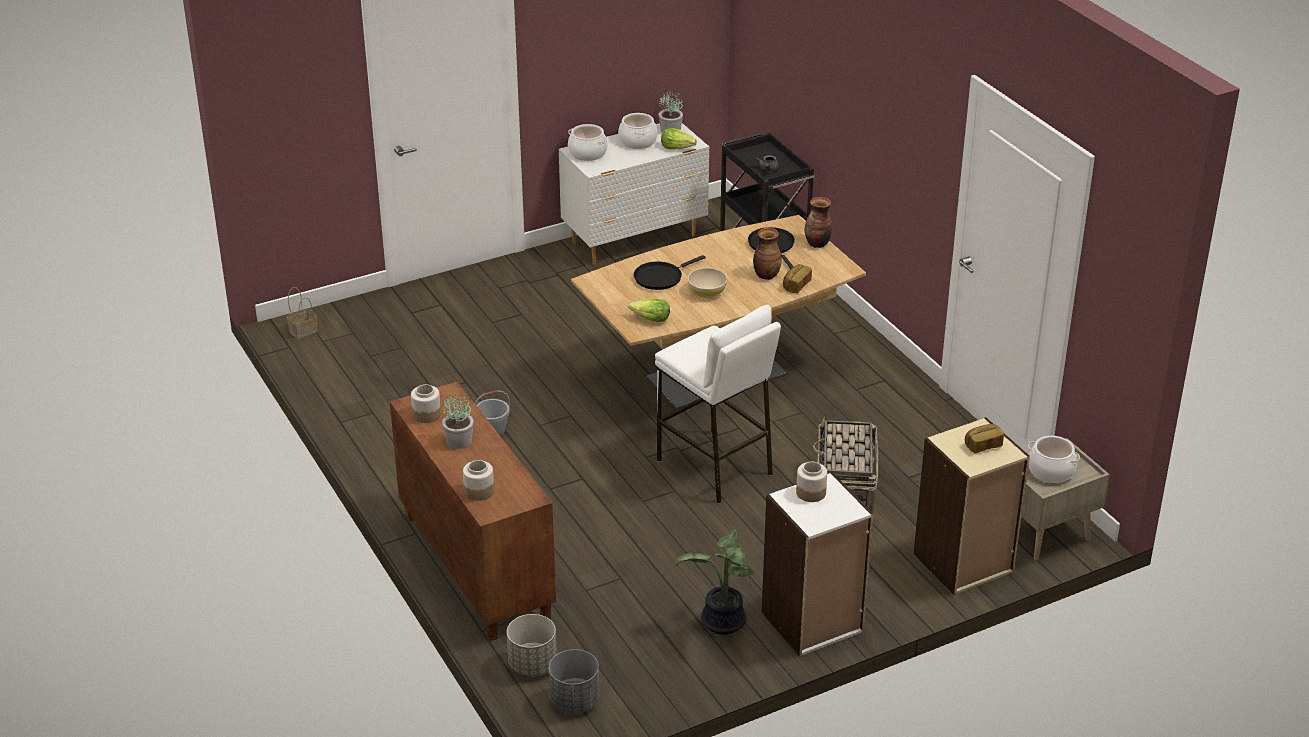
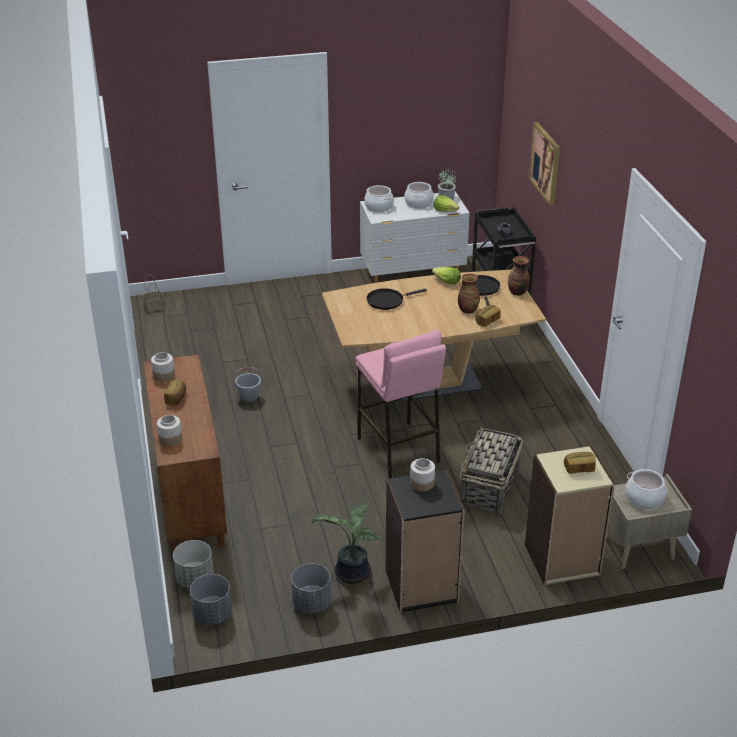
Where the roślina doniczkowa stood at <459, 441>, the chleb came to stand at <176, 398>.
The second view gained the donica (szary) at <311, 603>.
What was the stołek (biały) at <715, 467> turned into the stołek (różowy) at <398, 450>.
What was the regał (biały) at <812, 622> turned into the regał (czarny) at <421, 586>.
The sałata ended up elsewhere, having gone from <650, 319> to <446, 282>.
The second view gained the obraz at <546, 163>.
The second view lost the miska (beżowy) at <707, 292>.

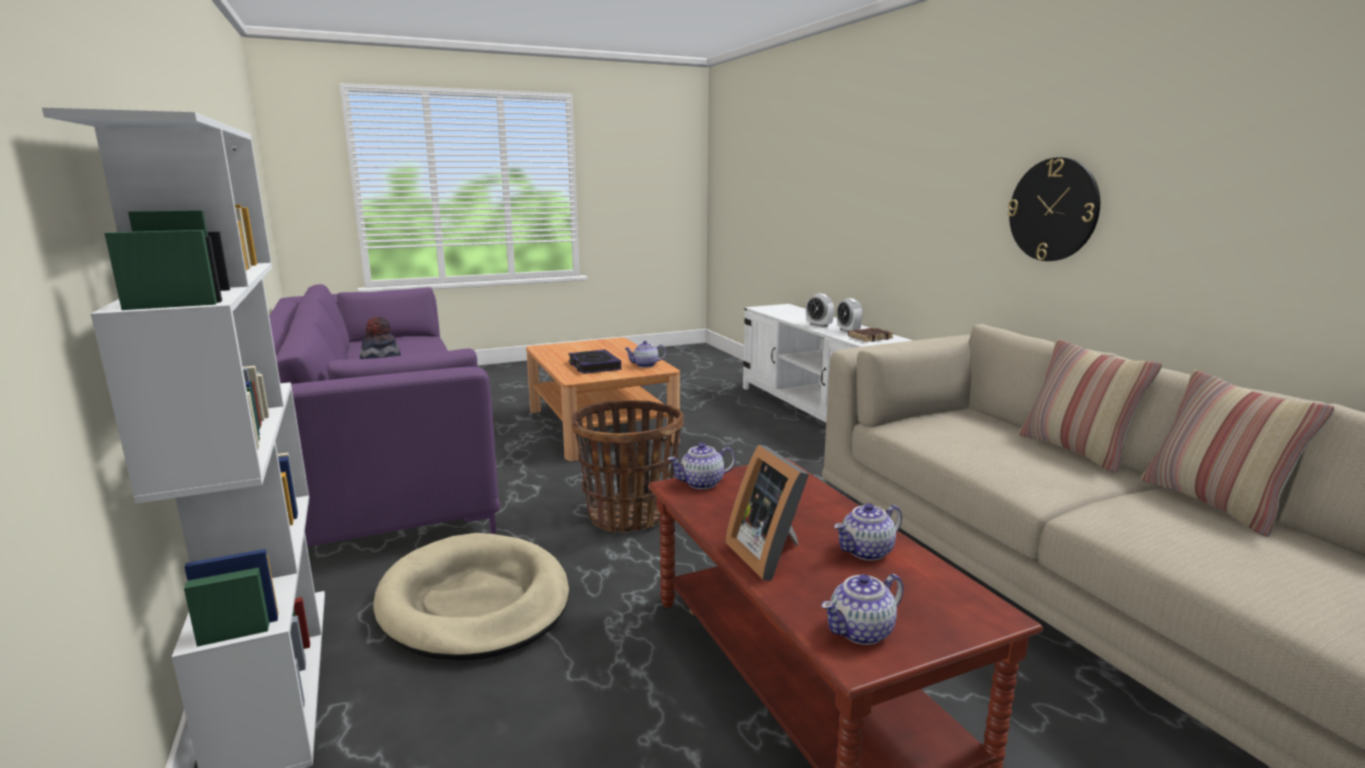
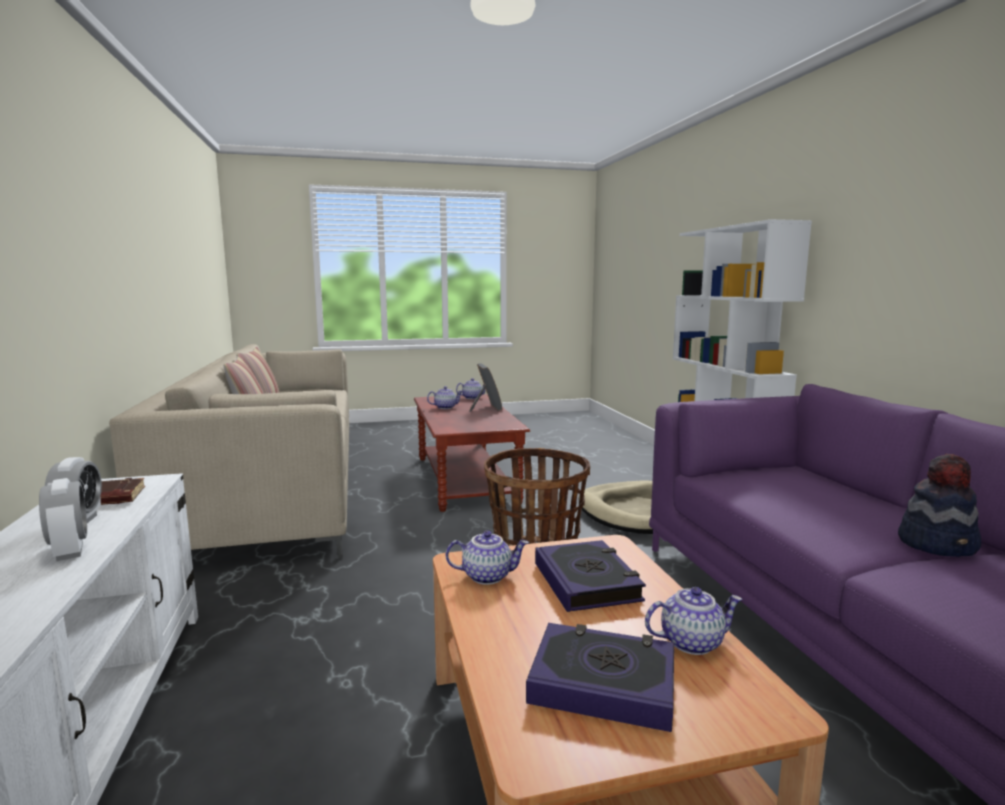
The second view gained the książka at <603, 683>.
The imbryk ended up elsewhere, having gone from <701, 483> to <691, 642>.
The second view lost the zegar ścienny at <1053, 210>.

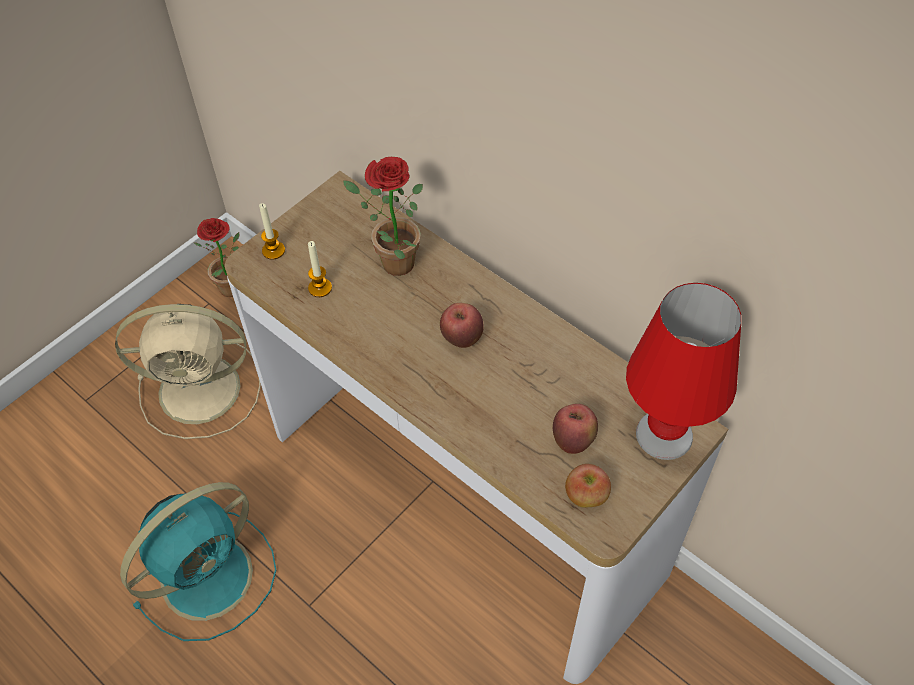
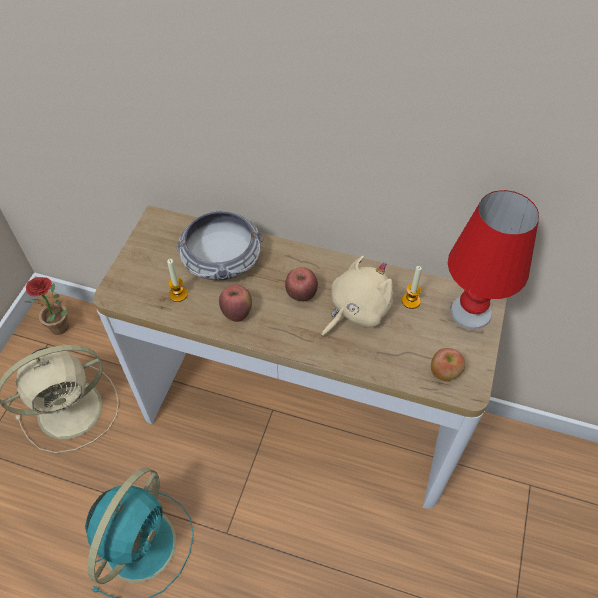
Where the roślina doniczkowa stood at <391, 262>, the miska came to stand at <221, 258>.
The jabłko ended up elsewhere, having gone from <573, 440> to <237, 313>.
The second view gained the pluszak (beżowy) at <356, 310>.
The świeca ended up elsewhere, having gone from <273, 251> to <411, 301>.

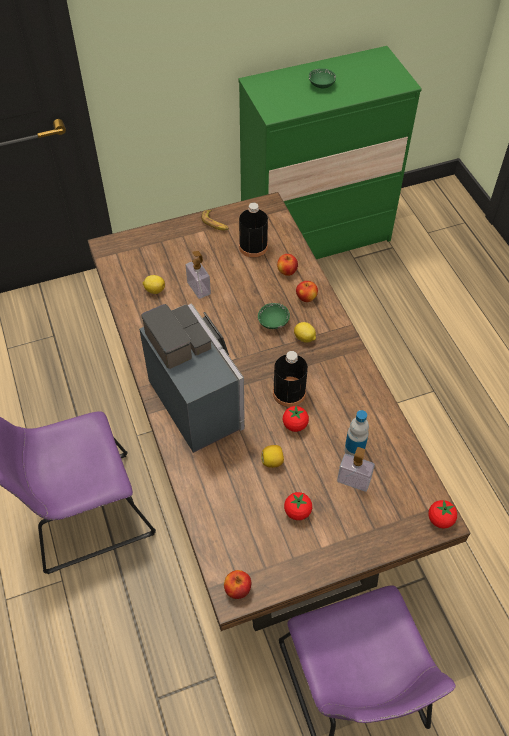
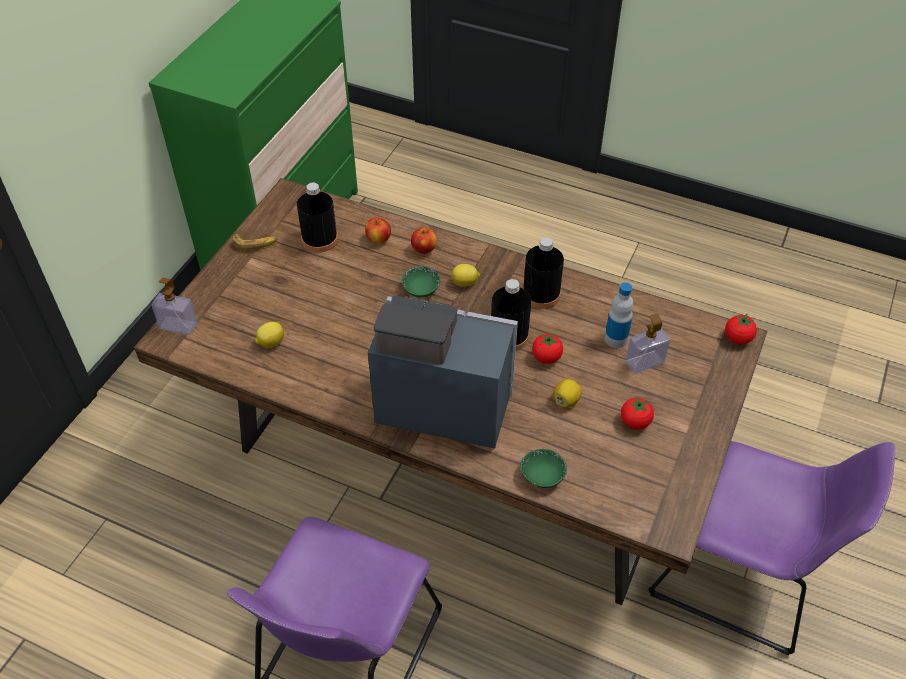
The dozownik mydła ended up elsewhere, having gone from <198, 288> to <178, 326>.
The miska (zielony) ended up elsewhere, having gone from <321, 85> to <542, 476>.
The second view gained the butelka (czarny) at <541, 294>.
The second view lost the jabłko at <237, 589>.

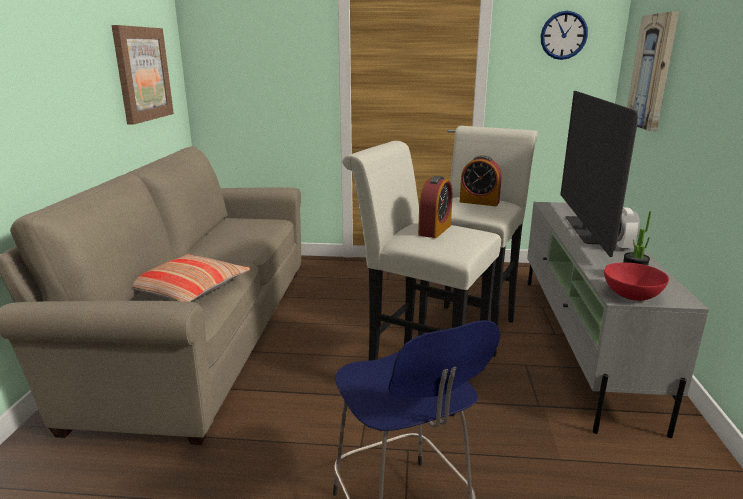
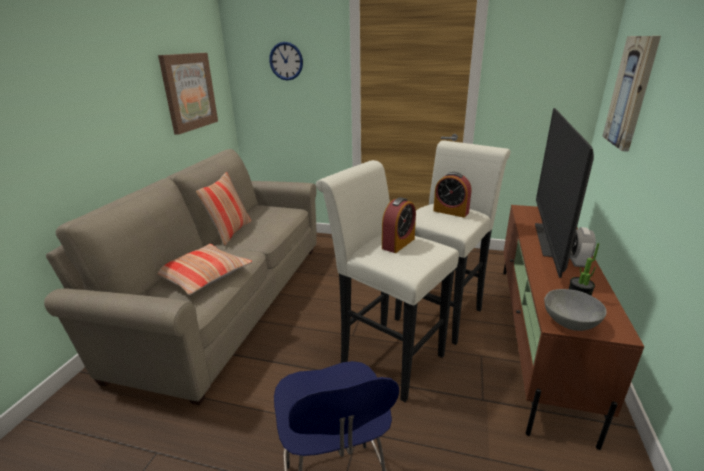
The second view gained the poduszka at <230, 232>.
The zegar ścienny ended up elsewhere, having gone from <563, 35> to <286, 61>.
What was the szafka pod telewizor (szary) at <582, 343> turned into the szafka pod telewizor (brązowy) at <538, 338>.
What was the miska (czerwony) at <631, 295> turned into the miska (szary) at <569, 322>.

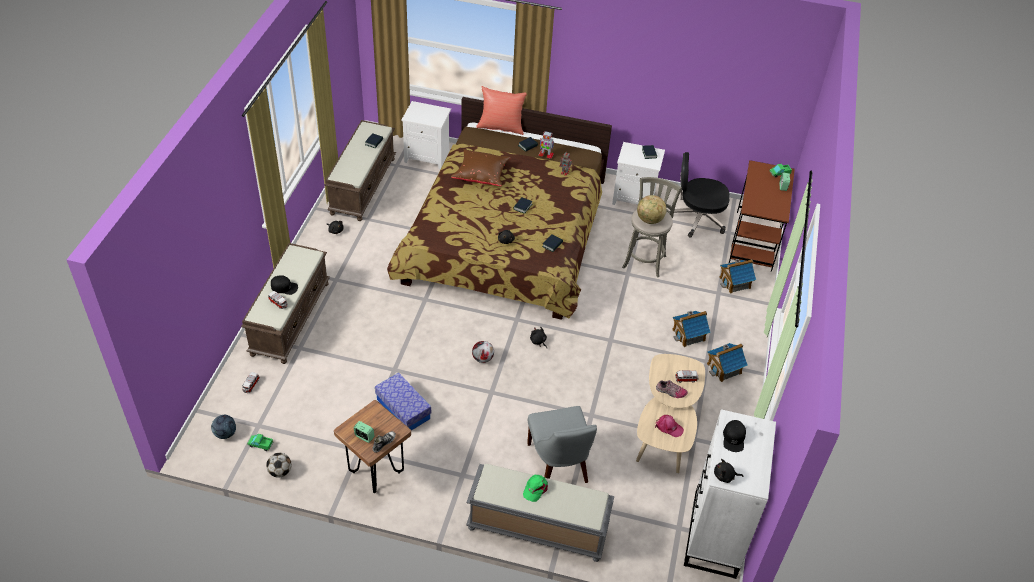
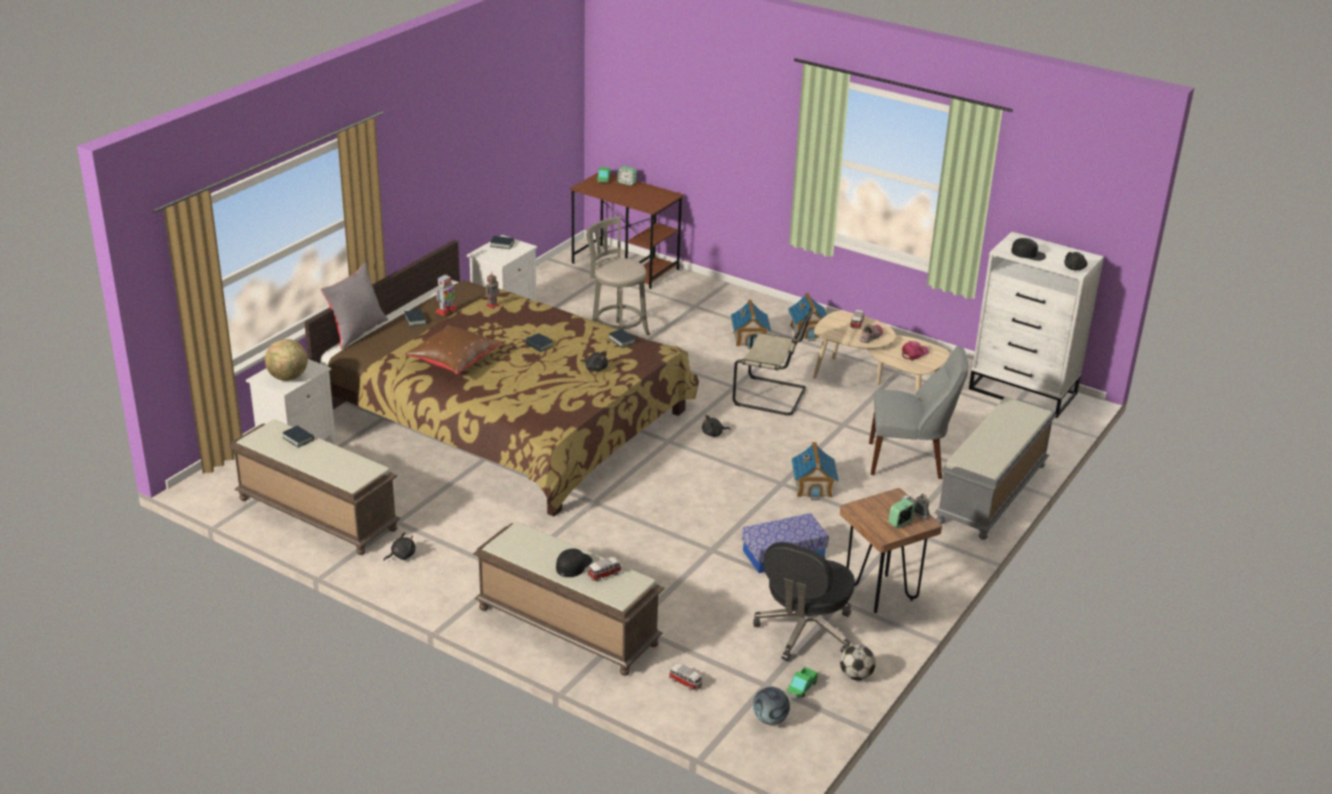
The globus ended up elsewhere, having gone from <649, 220> to <288, 377>.
What was the poduszka (czerwony) at <501, 127> turned into the poduszka (szary) at <357, 332>.
The second view gained the krzesło (beżowy) at <772, 397>.
The krzesło biurowe (czarny) ended up elsewhere, having gone from <697, 219> to <804, 631>.
The domek ended up elsewhere, having gone from <735, 282> to <813, 487>.
The second view lost the piłka futbolowa at <482, 358>.
The second view lost the czapka z daszkiem (zielony) at <535, 489>.

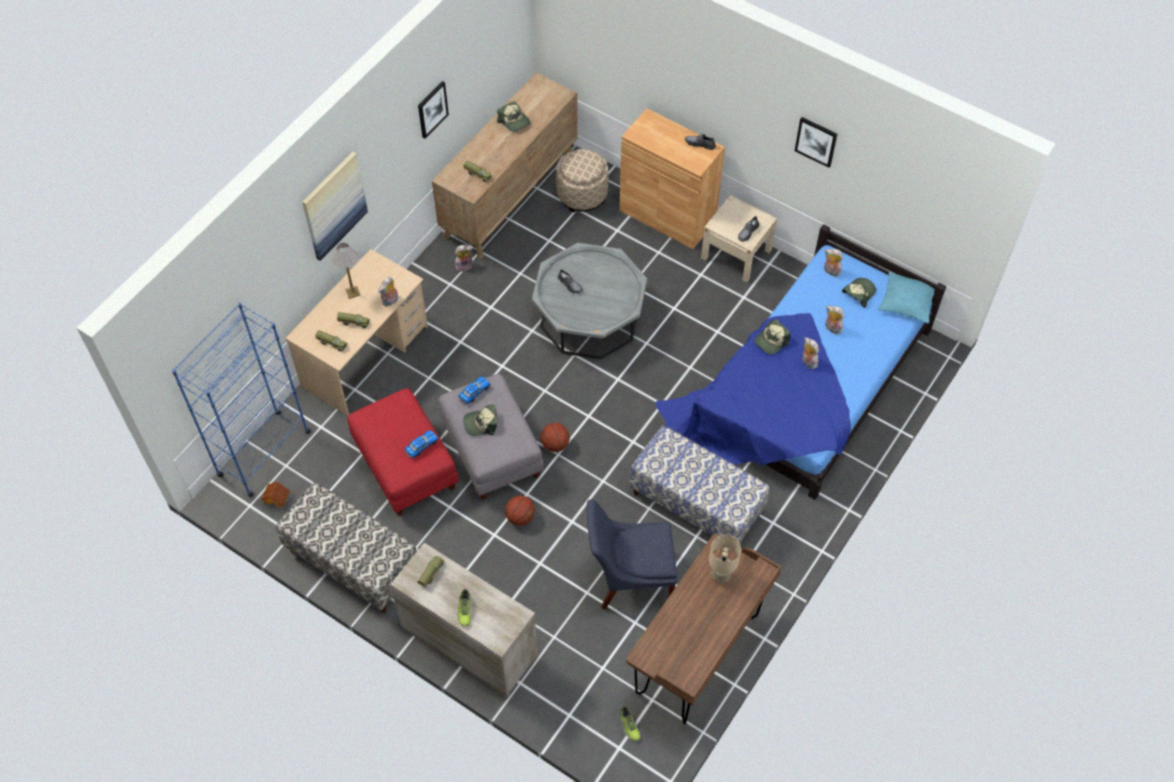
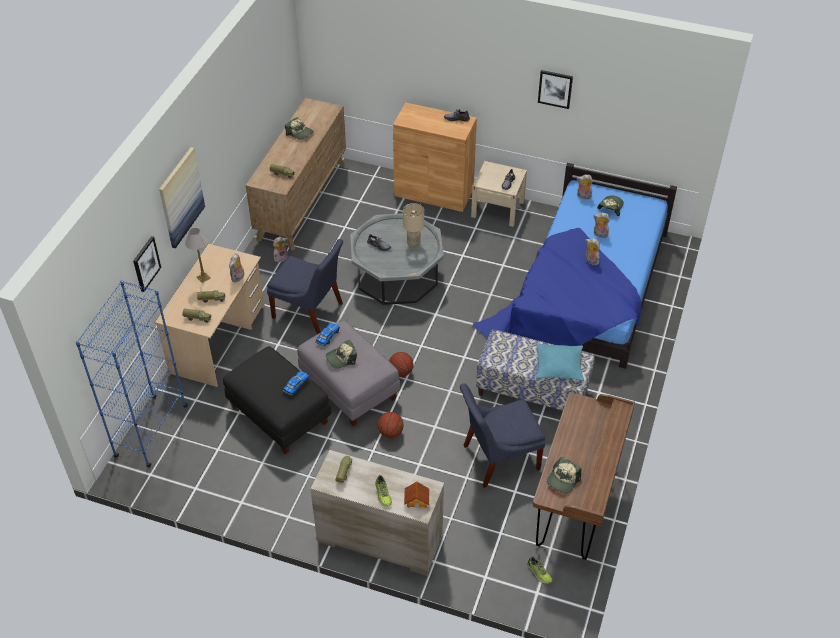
The obraz ended up elsewhere, having gone from <432, 109> to <146, 263>.
What was the pufa (czerwony) at <404, 465> turned into the pufa (czarny) at <278, 414>.
The second view gained the krzesło (niebieski) at <310, 312>.
The lampa stołowa (beżowy) ended up elsewhere, having gone from <720, 575> to <413, 243>.
The domek ended up elsewhere, having gone from <277, 498> to <417, 499>.
The poduszka (turkusowy) ended up elsewhere, having gone from <907, 302> to <559, 366>.
The czapka z daszkiem ended up elsewhere, having gone from <771, 341> to <563, 480>.
The second view lost the ławka at <352, 562>.
The second view lost the pufa (beżowy) at <582, 194>.

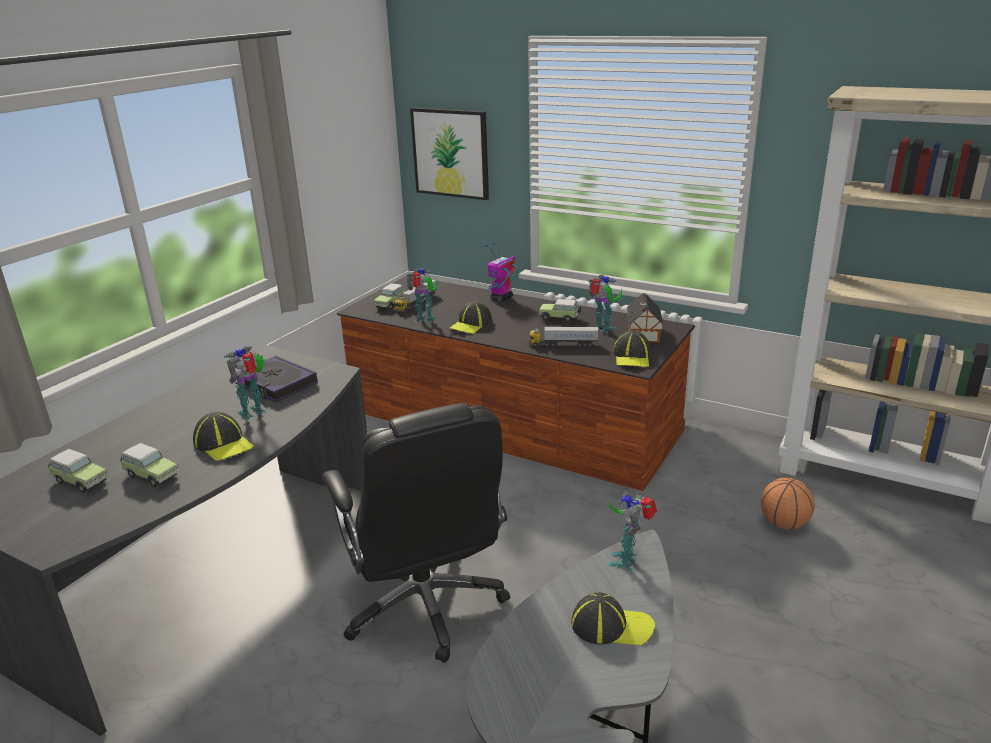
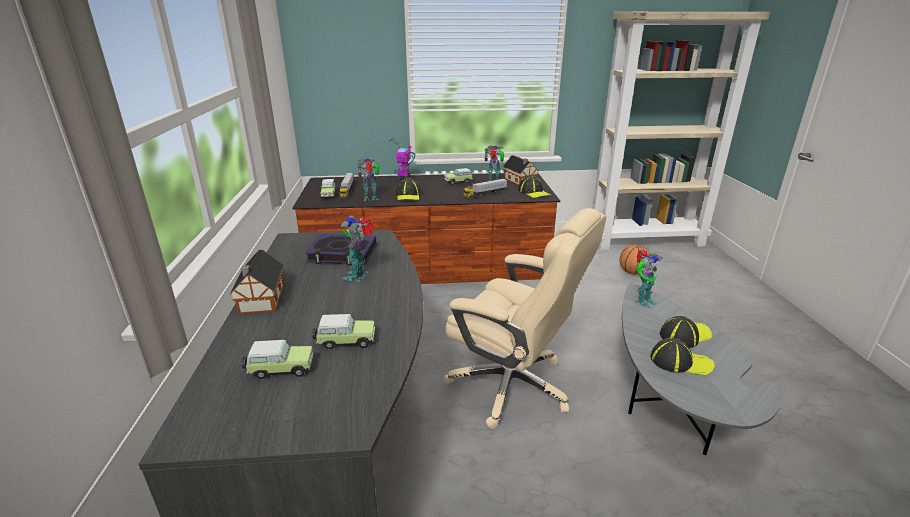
The second view gained the domek at <261, 300>.
What was the krzesło biurowe (czarny) at <425, 605> turned into the krzesło biurowe (beżowy) at <513, 385>.
The robot zabawkowy at <627, 560> ended up facing another way, 105 degrees counterclockwise from before.
The czapka z daszkiem ended up elsewhere, having gone from <223, 444> to <680, 362>.
The second view lost the obraz at <451, 153>.

